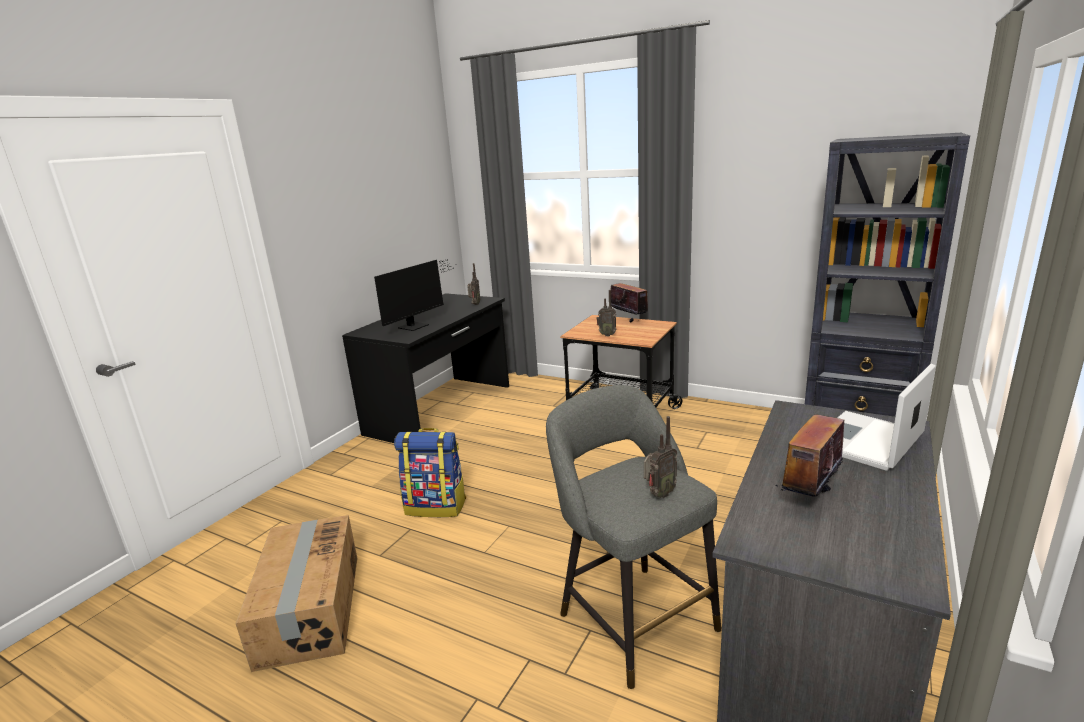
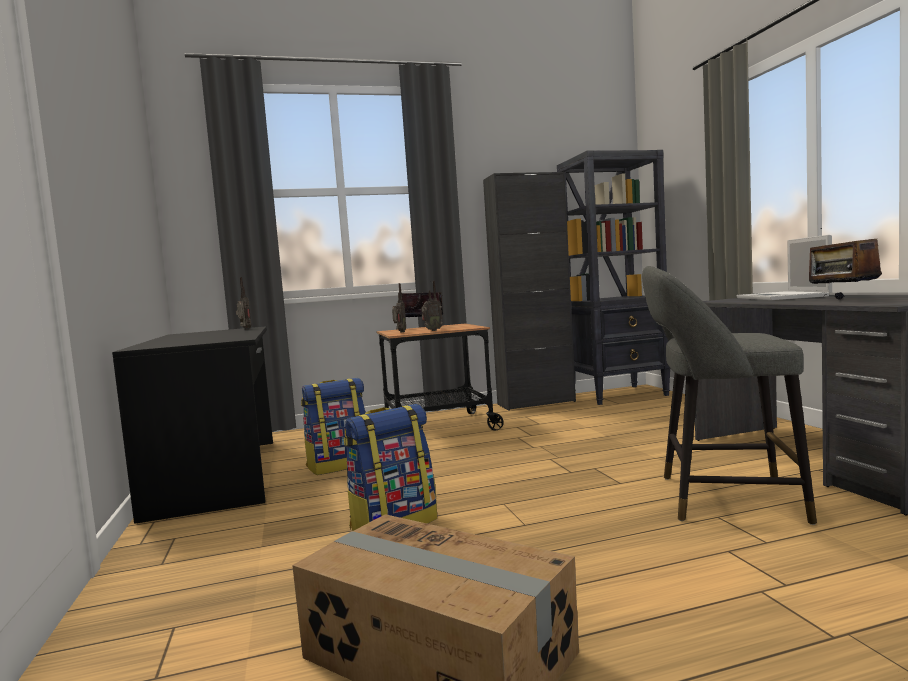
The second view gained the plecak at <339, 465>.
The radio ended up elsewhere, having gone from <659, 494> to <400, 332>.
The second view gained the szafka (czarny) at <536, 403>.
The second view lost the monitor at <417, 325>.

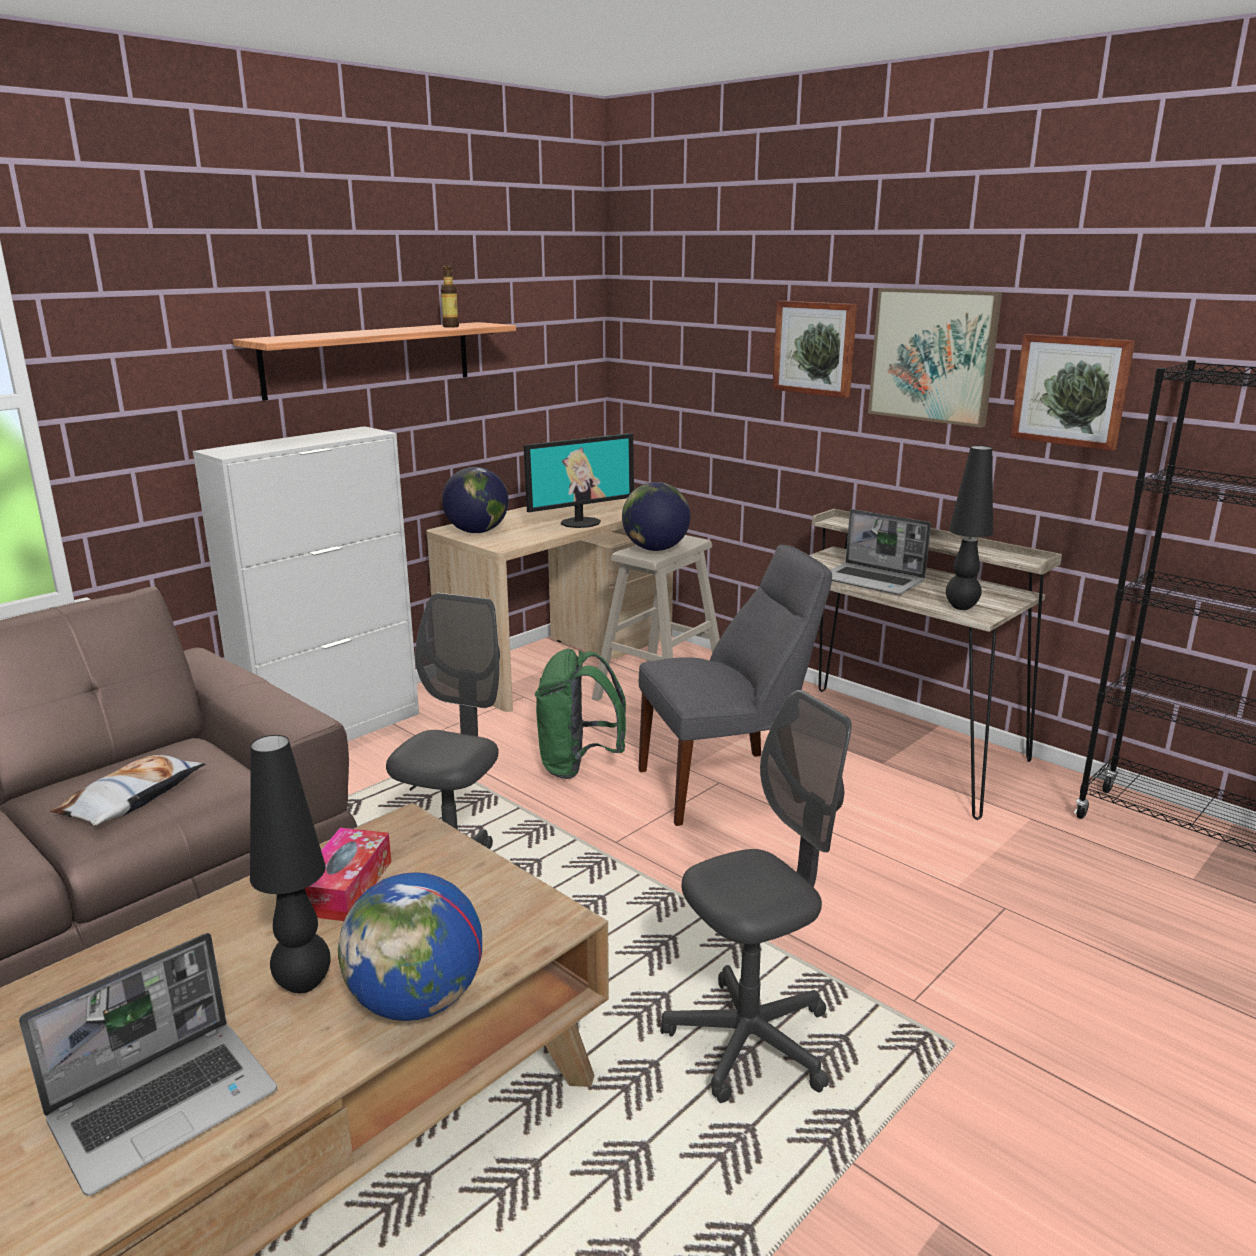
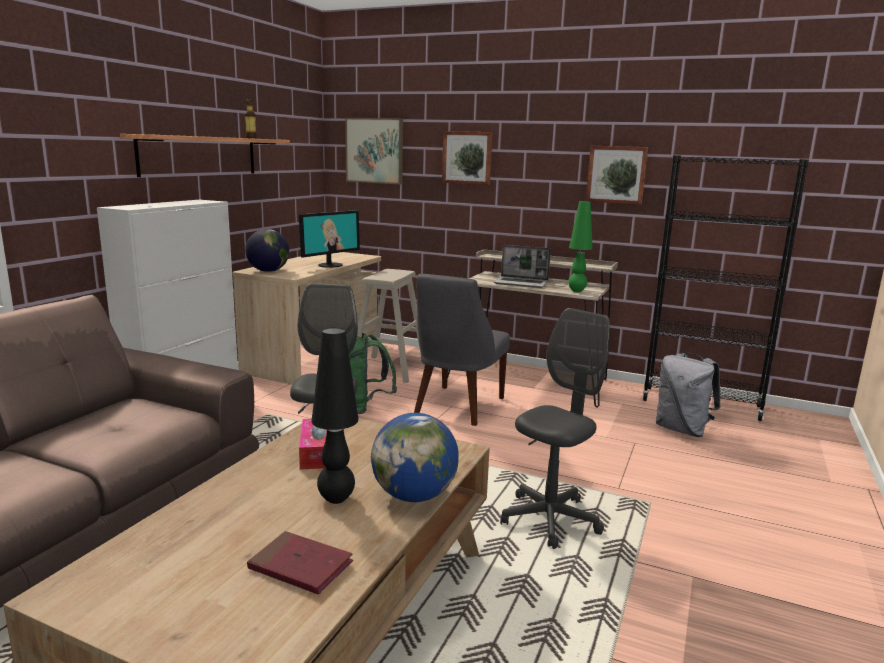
Where the laptop stood at <165, 1104>, the książka (czerwony) came to stand at <300, 566>.
The obraz ended up elsewhere, having gone from <933, 355> to <374, 150>.
The krzesło (szary) at <727, 785> ended up facing another way, 150 degrees clockwise from before.
What was the lampa stołowa (czarny) at <961, 607> turned into the lampa stołowa (zielony) at <577, 291>.
The second view gained the plecak (szary) at <682, 430>.
The second view lost the poduszka at <132, 798>.
The second view lost the globus at <655, 549>.

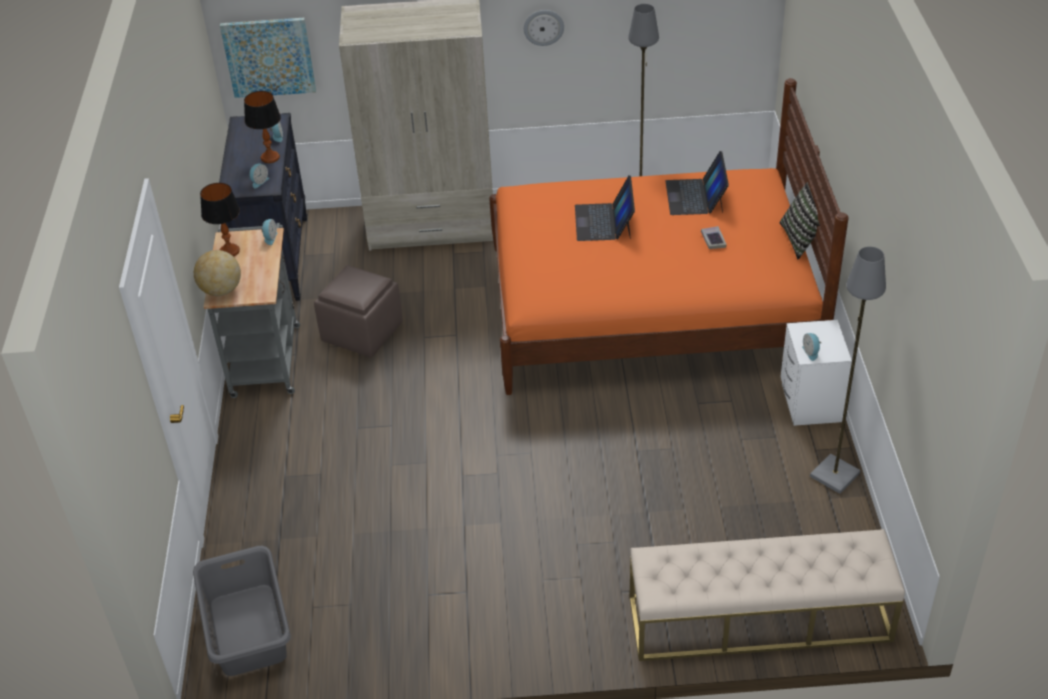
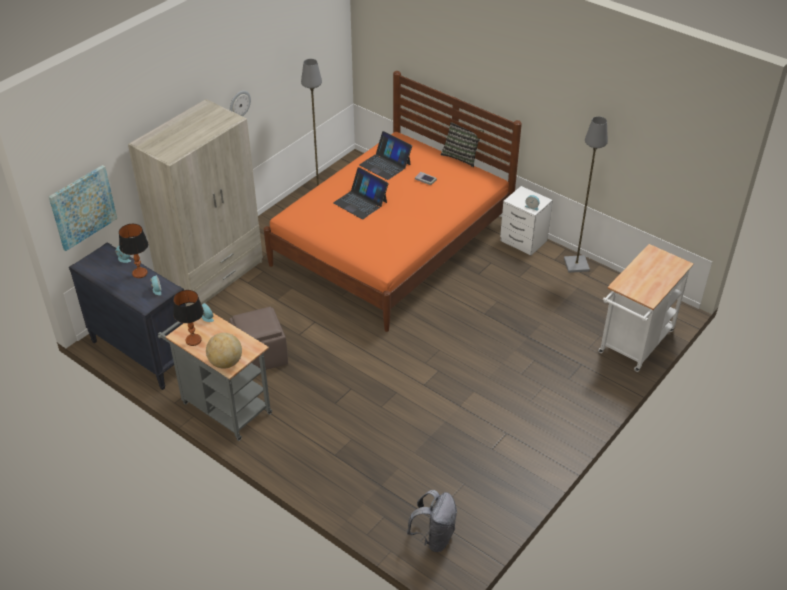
Where the kosz na pranie (szary) stood at <249, 629>, the plecak (szary) came to stand at <434, 537>.
Where the ławka (beżowy) stood at <758, 619>, the wózek (biały) came to stand at <633, 345>.

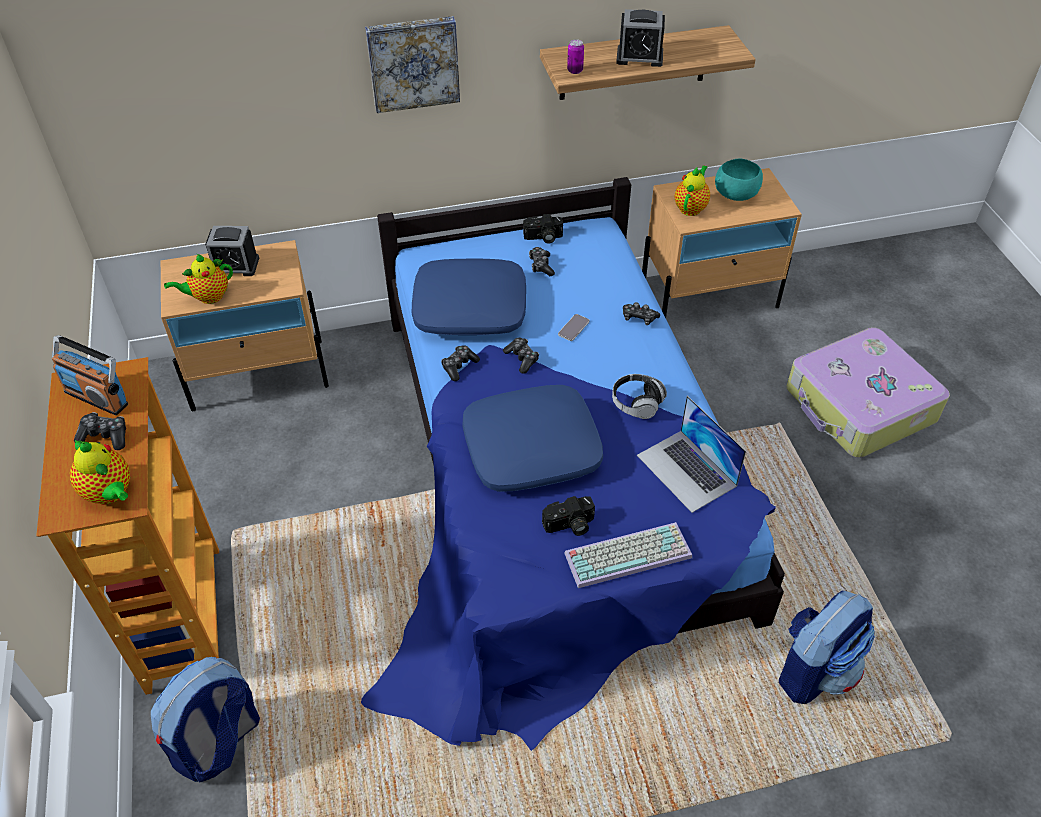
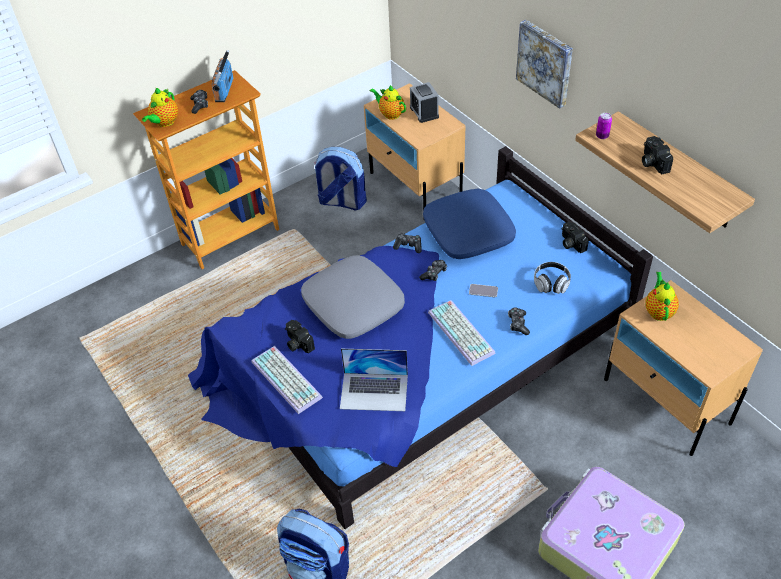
What was the poduszka (niebieski) at <532, 448> turned into the poduszka (szary) at <354, 304>.
The plecak ended up elsewhere, having gone from <218, 743> to <341, 202>.
The laptop at <686, 470> ended up facing another way, 120 degrees counterclockwise from before.
The second view gained the klawiatura at <462, 332>.
The słuchawki ended up elsewhere, having gone from <637, 403> to <551, 283>.
Where the budzik stood at <639, 57>, the aparat fotograficzny came to stand at <652, 162>.
The imbryk at <691, 208> ended up facing another way, 90 degrees counterclockwise from before.
The second view lost the pad do gier at <541, 266>.
The second view lost the miska (turkusowy) at <735, 196>.

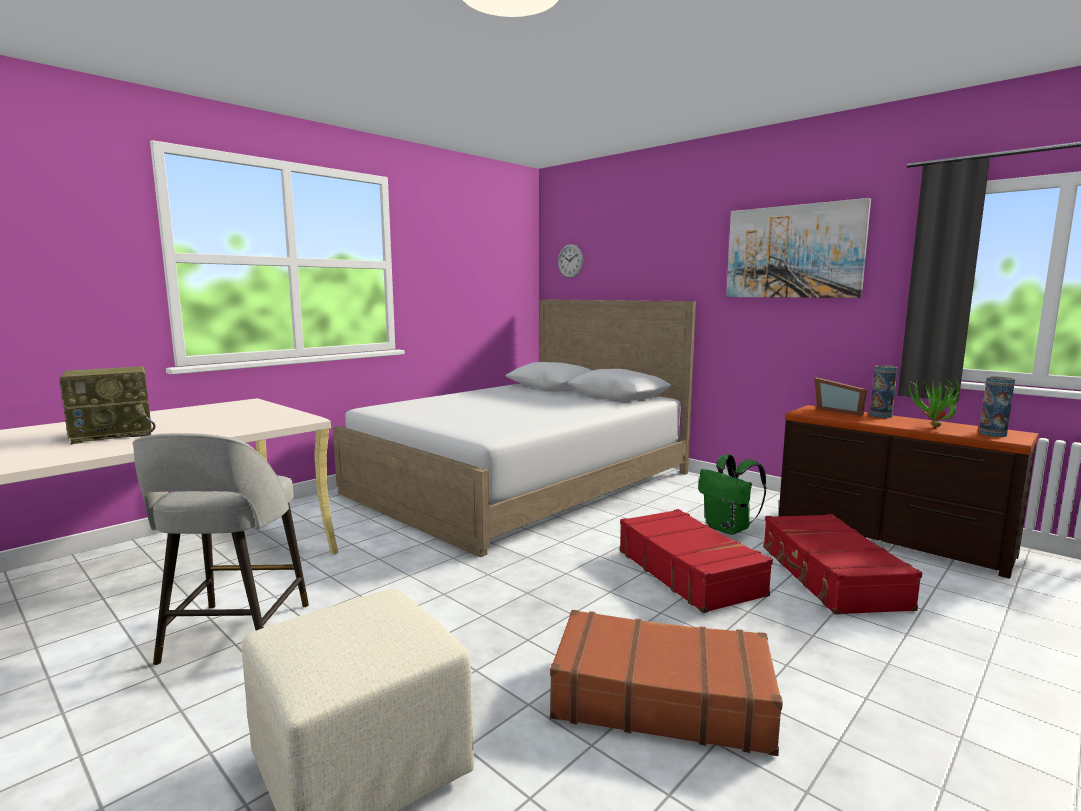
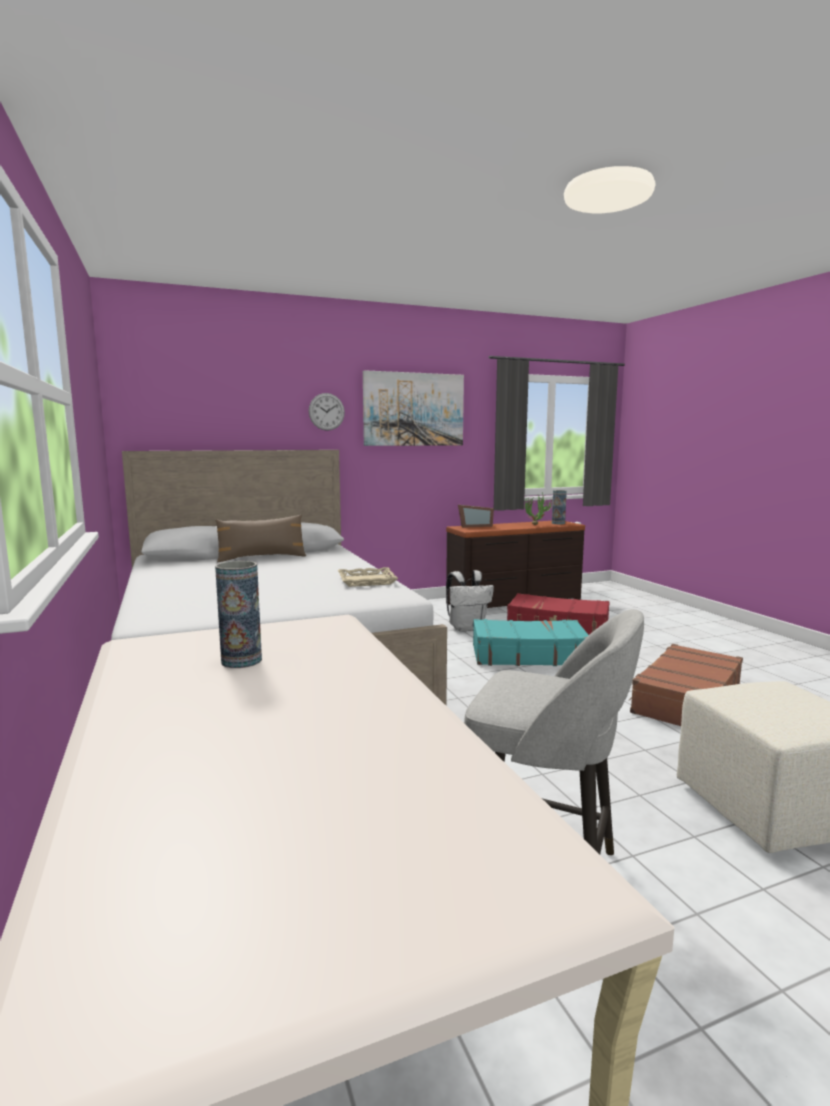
The second view gained the poduszka (brązowy) at <262, 558>.
The wazon ended up elsewhere, having gone from <880, 416> to <241, 661>.
The zegar ścienny ended up elsewhere, having gone from <570, 261> to <326, 411>.
The second view gained the taca (beżowy) at <367, 581>.
What was the plecak (zielony) at <729, 529> turned into the plecak (biały) at <467, 628>.
What was the walizka (czerwony) at <689, 572> turned into the walizka (turkusowy) at <528, 655>.
The second view lost the radio at <114, 434>.

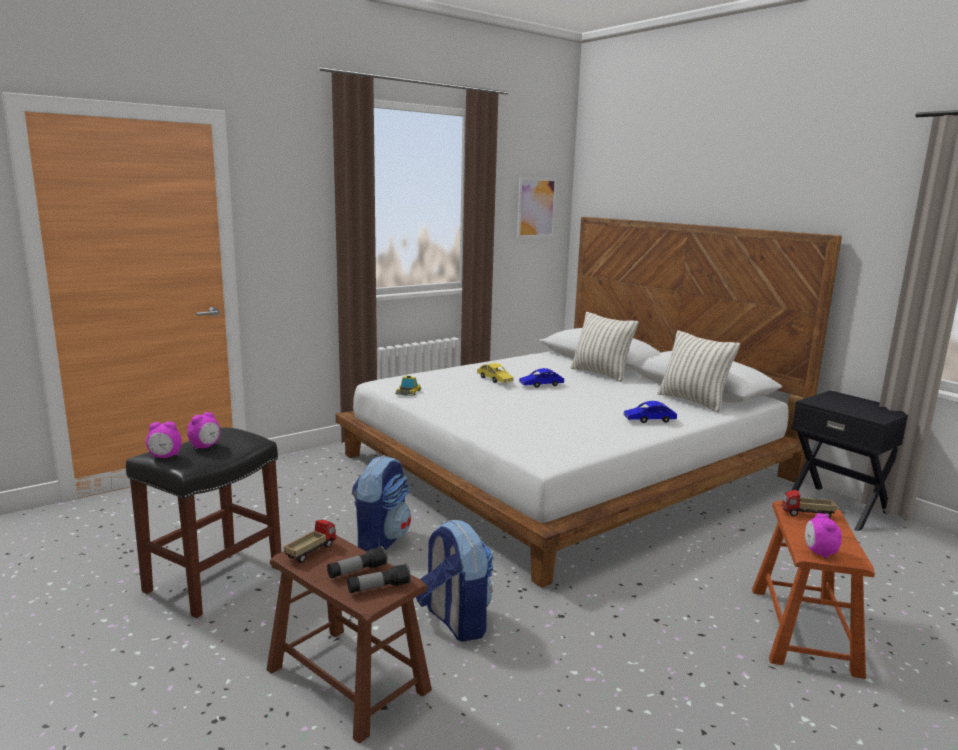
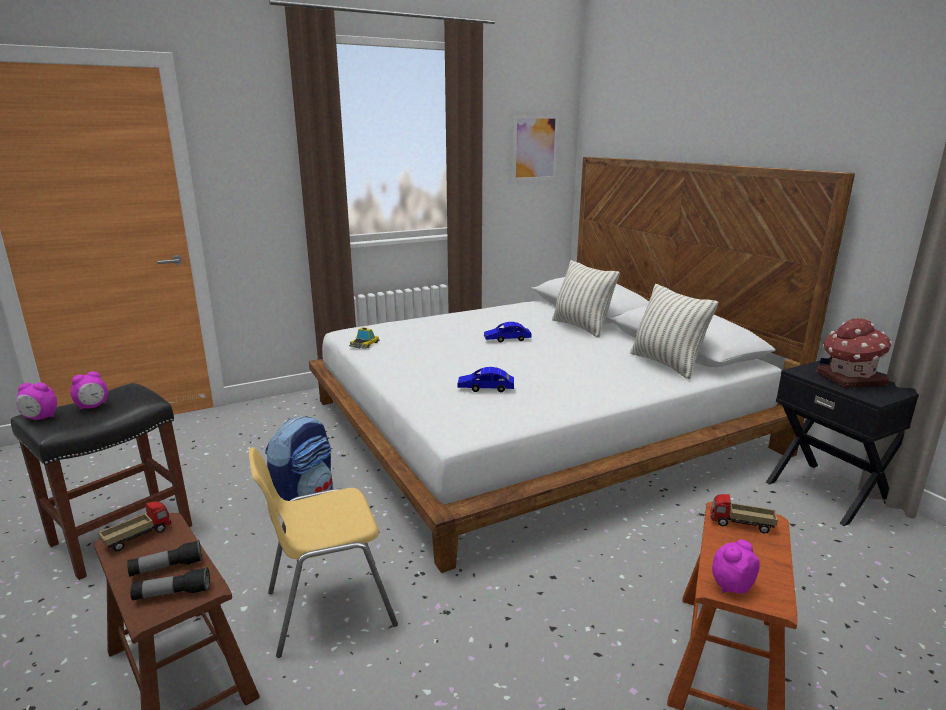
Where the plecak stood at <454, 620>, the krzesło (żółty) came to stand at <328, 607>.
The samochodzik (niebieski) ended up elsewhere, having gone from <649, 420> to <485, 388>.
The budzik at <819, 553> ended up facing another way, 45 degrees clockwise from before.
The second view gained the domek at <848, 379>.
The second view lost the samochodzik (żółty) at <494, 379>.

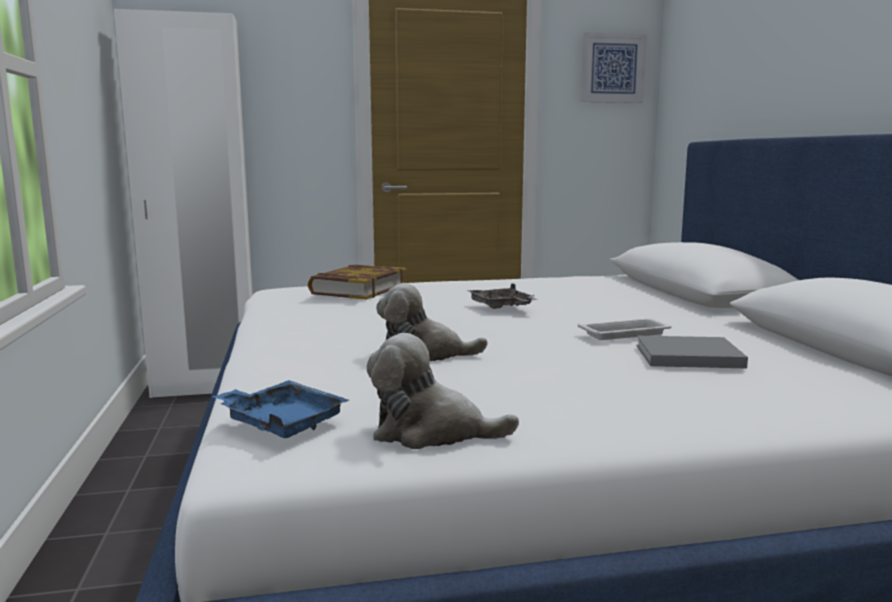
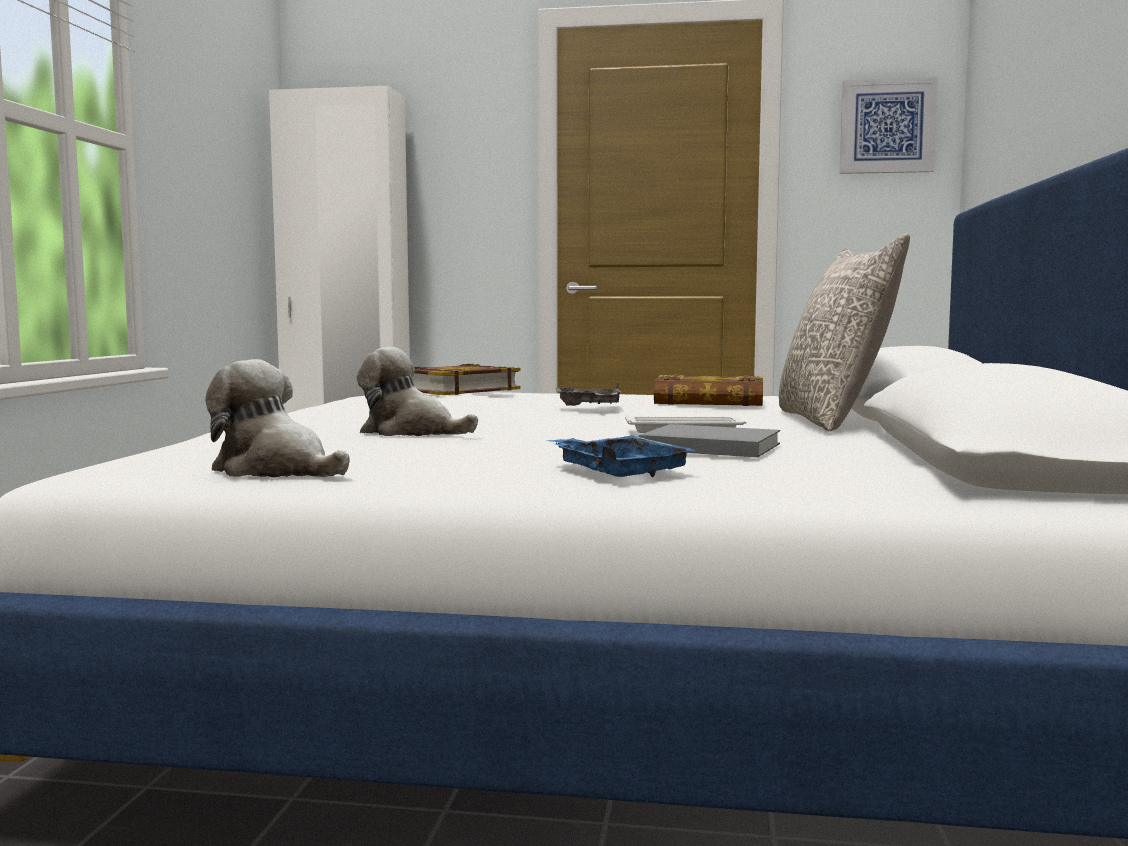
The taca (niebieski) ended up elsewhere, having gone from <281, 422> to <618, 472>.
The second view gained the książka at <709, 401>.
The second view gained the poduszka (szary) at <833, 422>.

